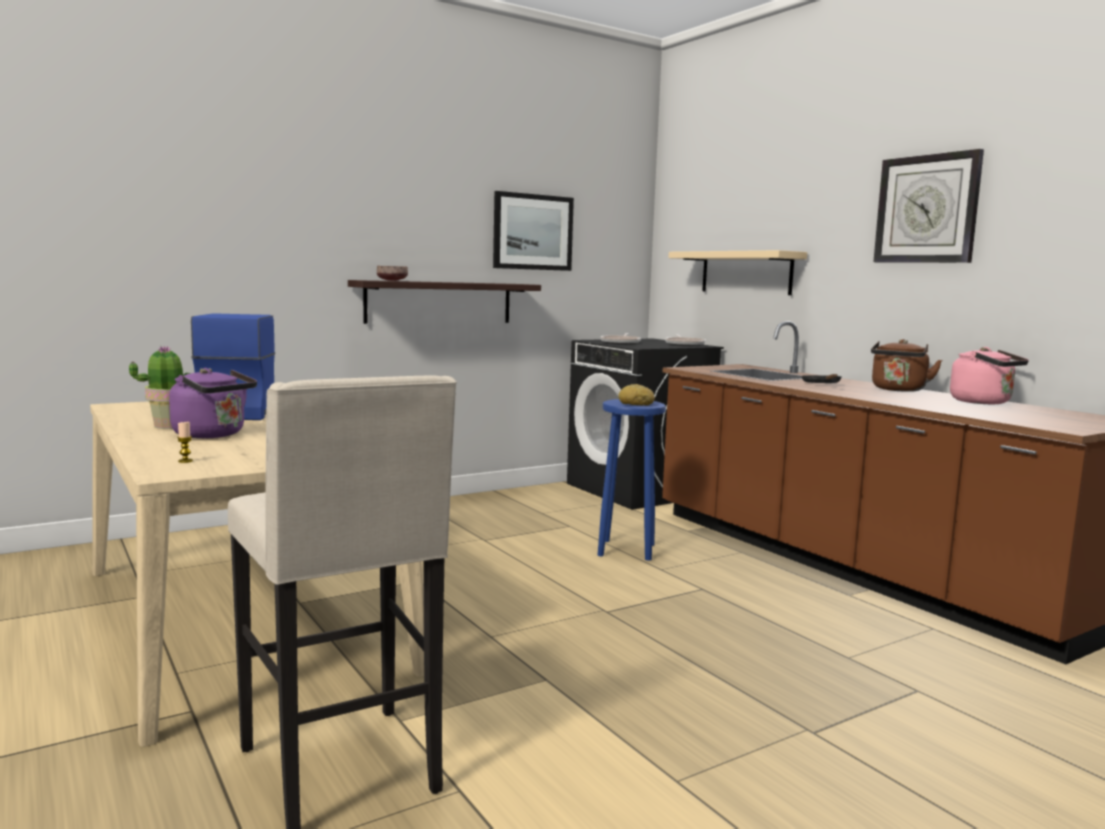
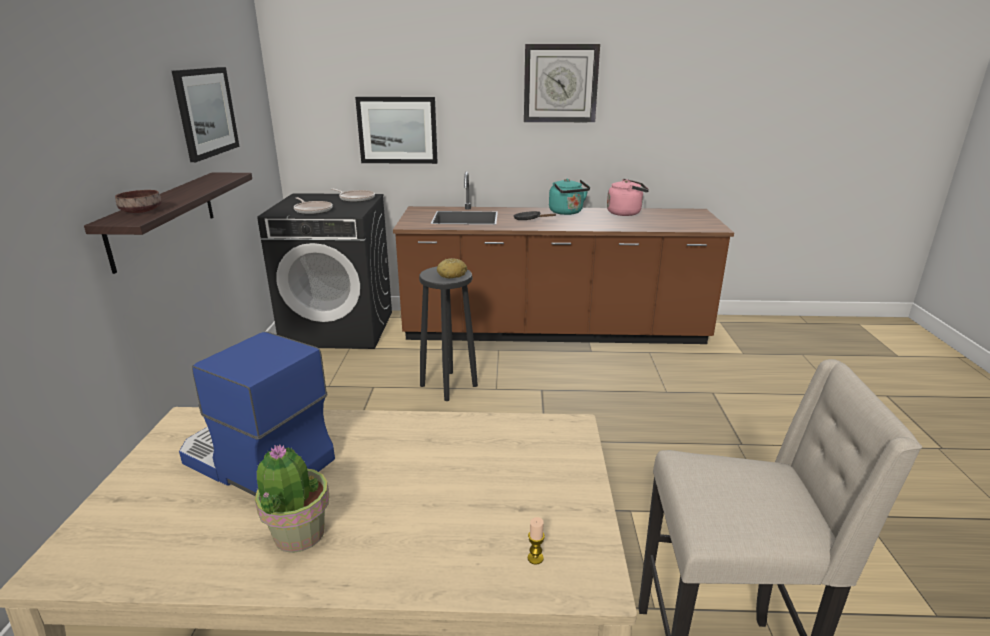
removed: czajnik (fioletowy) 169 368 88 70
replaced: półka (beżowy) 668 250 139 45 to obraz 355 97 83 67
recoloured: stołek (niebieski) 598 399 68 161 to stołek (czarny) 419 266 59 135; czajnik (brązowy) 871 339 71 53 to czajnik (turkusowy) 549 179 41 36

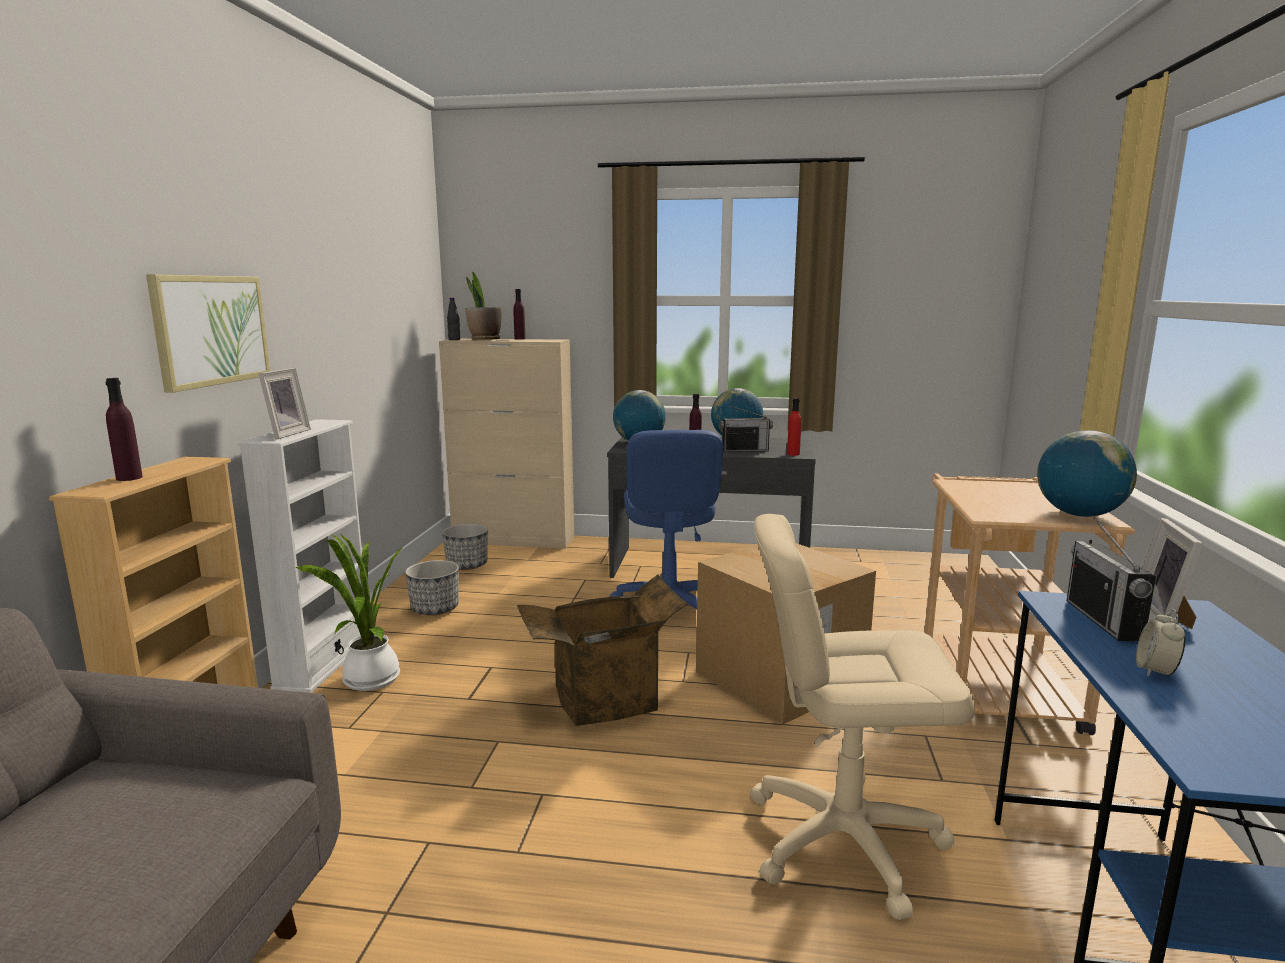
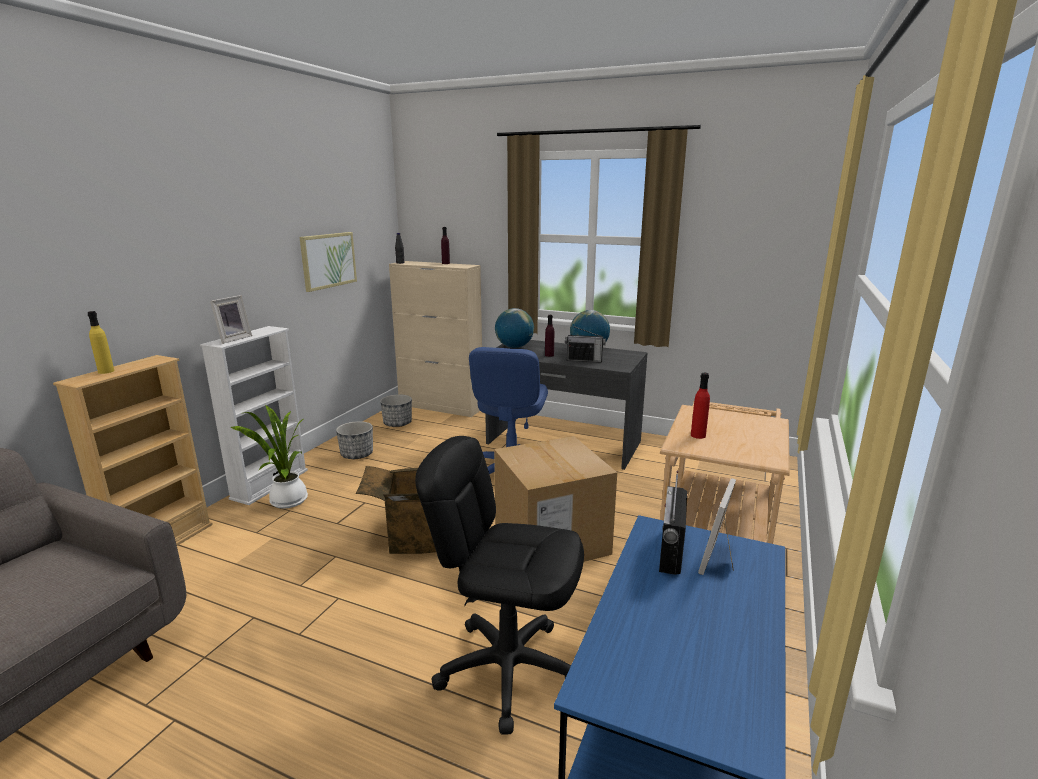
removed: roślina doniczkowa 465 272 37 68; globus 1037 430 100 87; budzik 1136 609 50 68
moved: obraz 146 274 124 119 to 300 232 57 60; butelka (czerwony) 787 398 14 58 to 691 373 19 66
recoloured: butelka (fioletowy) 105 378 38 103 to butelka (żółty) 88 311 26 63; krzesło biurowe (beżowy) 750 514 225 406 to krzesło biurowe (czarny) 415 436 169 299

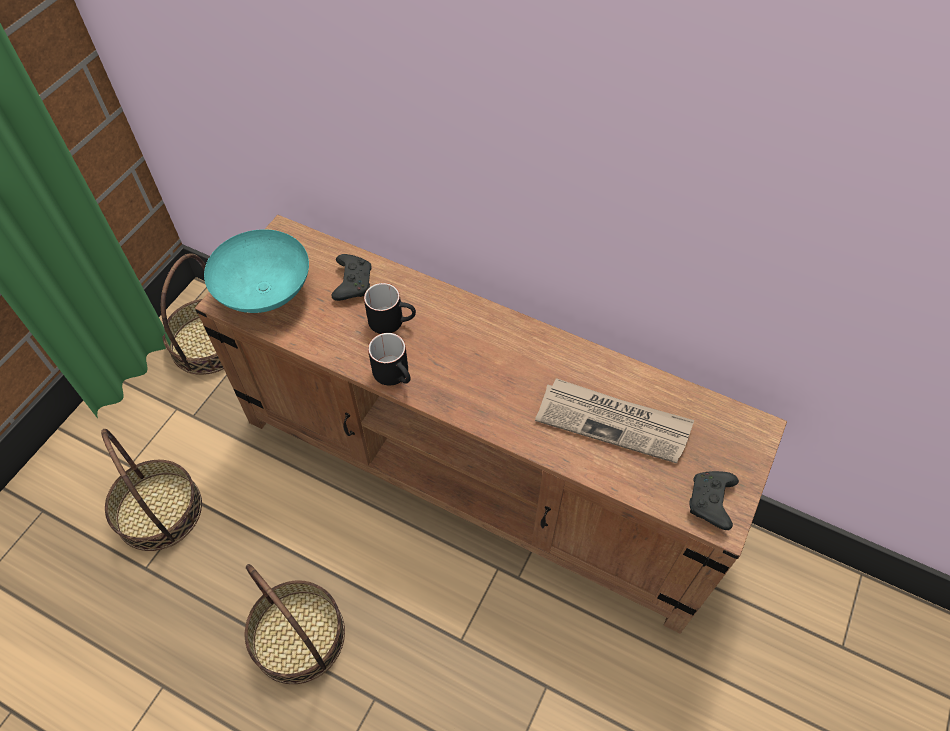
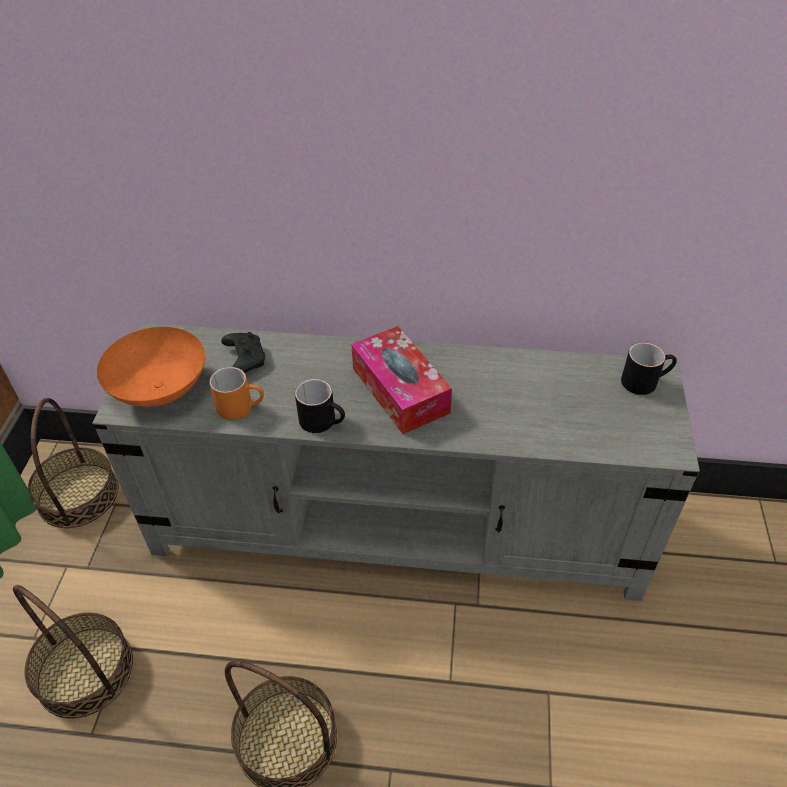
removed: gazeta 535 378 160 86; pad do gier (czarny) 689 471 50 59
added: kubek (pomarańczowy) 209 367 55 53; pudełko chusteczek 351 326 101 108
moved: kubek (czarny) 364 283 52 51 to 621 342 56 53
recoloured: szafka pod telewizor (brązowy) 195 215 592 418 to szafka pod telewizor (szary) 92 323 608 278; miska (turkusowy) 204 229 105 84 to miska (pomarańczowy) 97 327 108 80

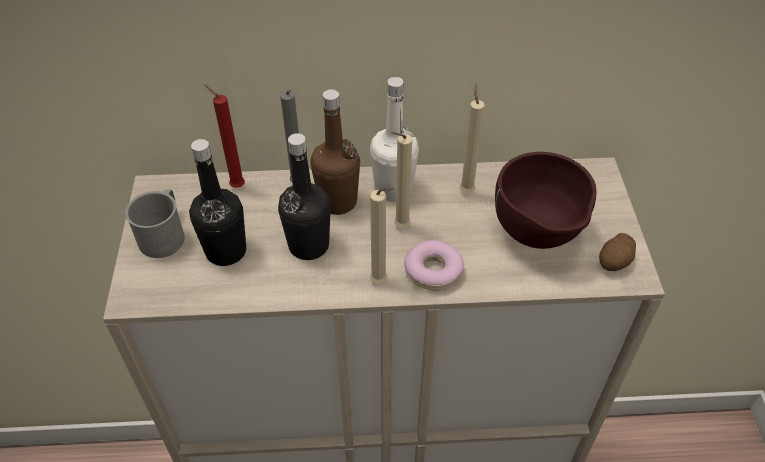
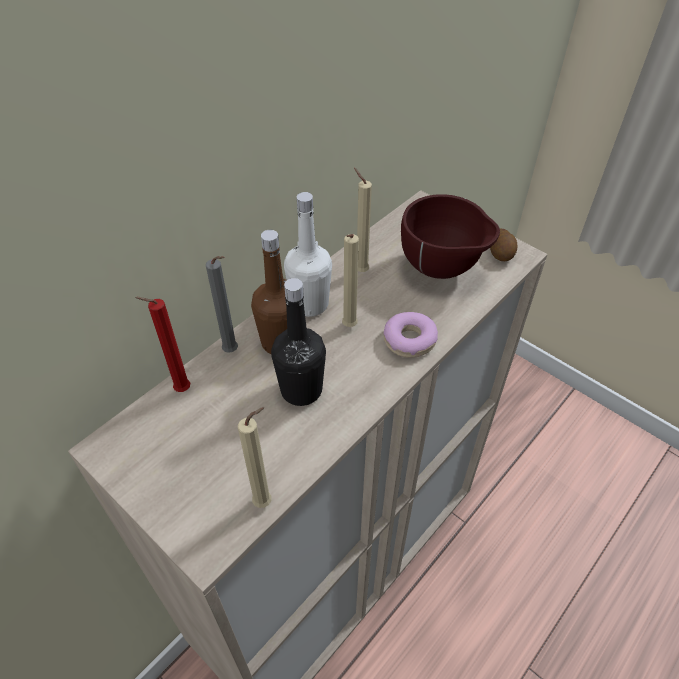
removed: kubek (szary) 125 189 60 69; butelka (czarny) 189 139 57 127
moved: świeca (beżowy) 370 187 24 97 to 238 407 34 101

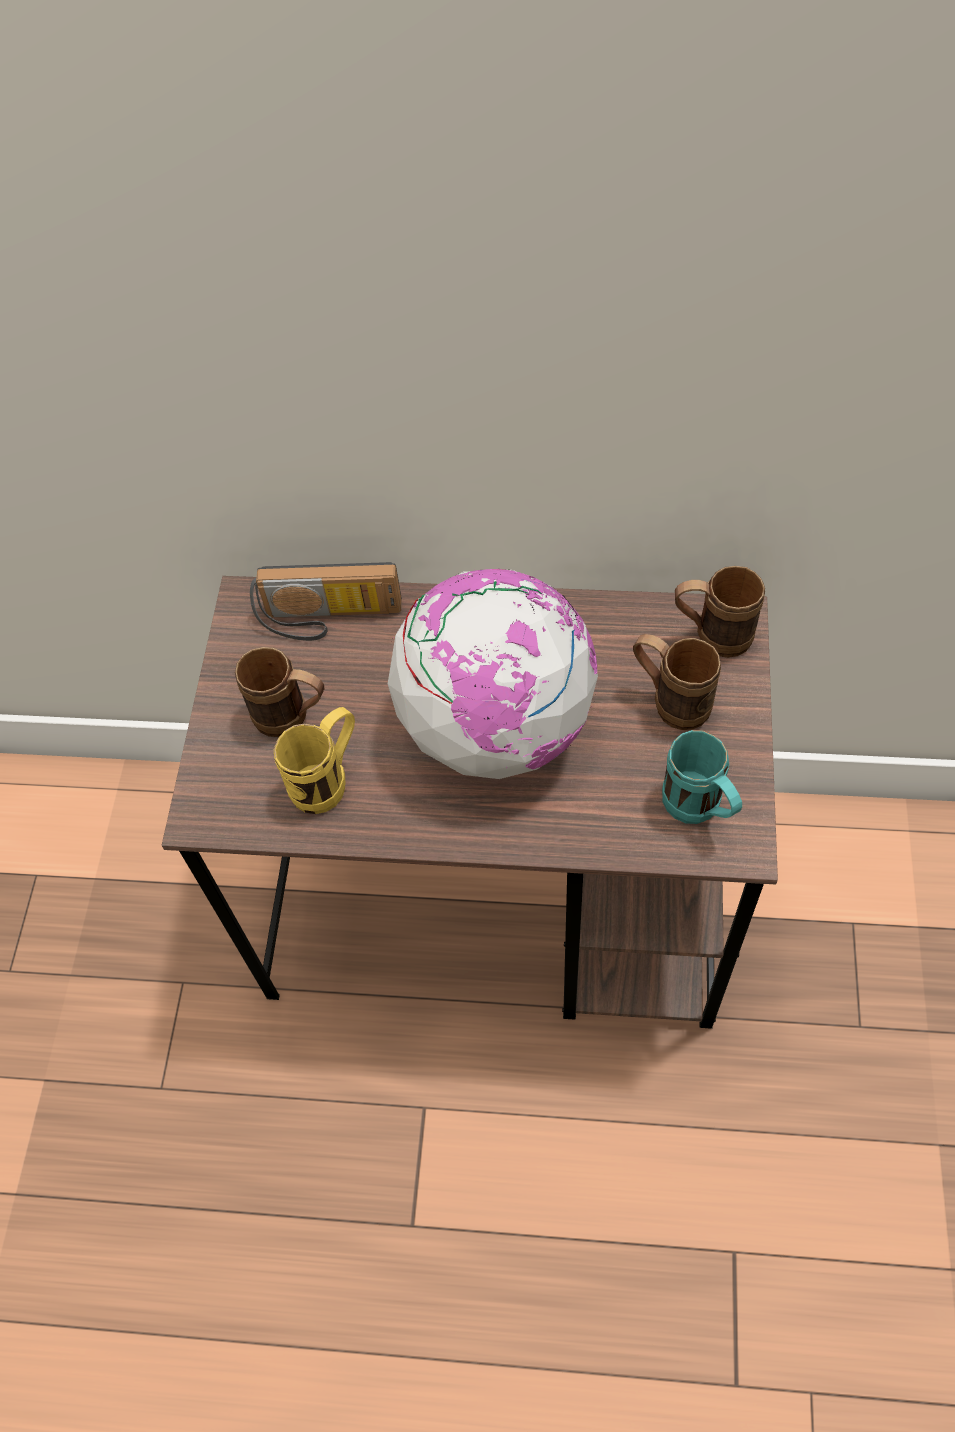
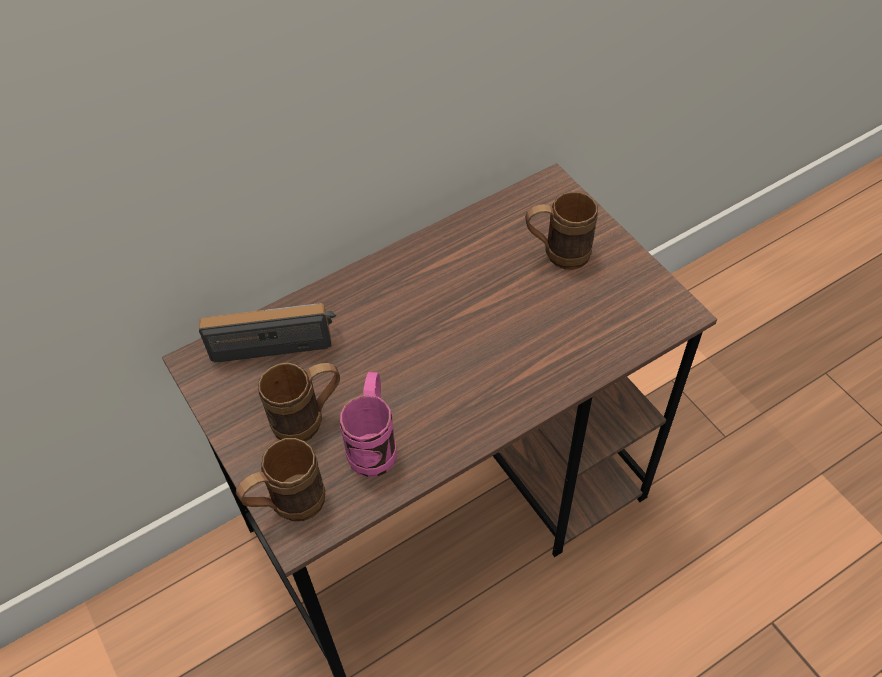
removed: globus 388 568 210 211; kubek (turkusowy) 662 730 80 94
moved: kubek (brązowy) 675 566 90 92 to 236 438 89 84
recoloured: kubek (żółty) 273 707 82 107 to kubek (różowy) 340 372 57 105
turned: radio 250 562 152 79 = 199 303 137 60 150 degrees counterclockwise

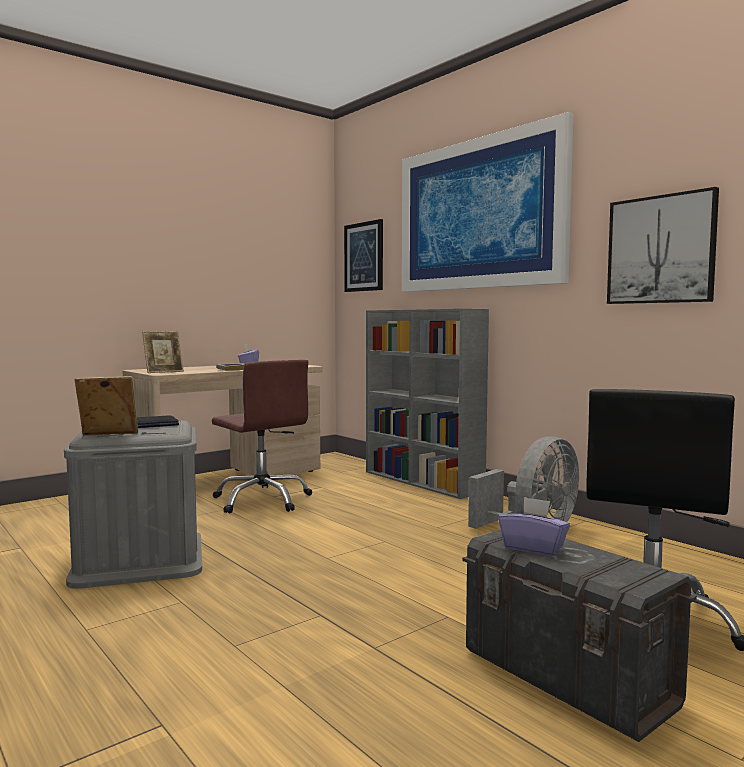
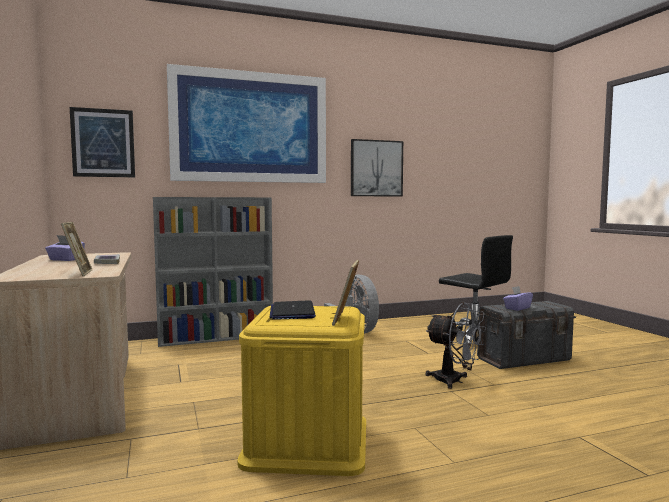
removed: krzesło biurowe (brązowy) 212 360 100 153
added: wentylator (szary) 426 302 60 87
recoloured: pojemnik do przechowywania (szary) 64 420 138 169 to pojemnik do przechowywania (żółty) 237 306 129 170

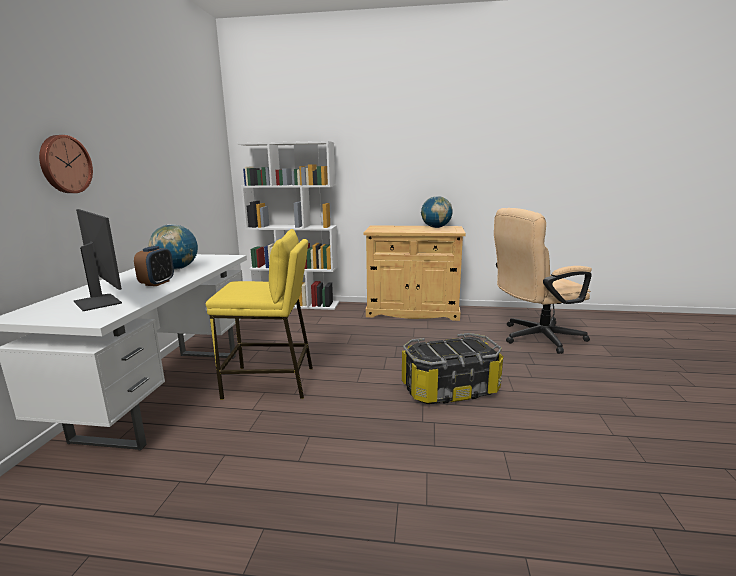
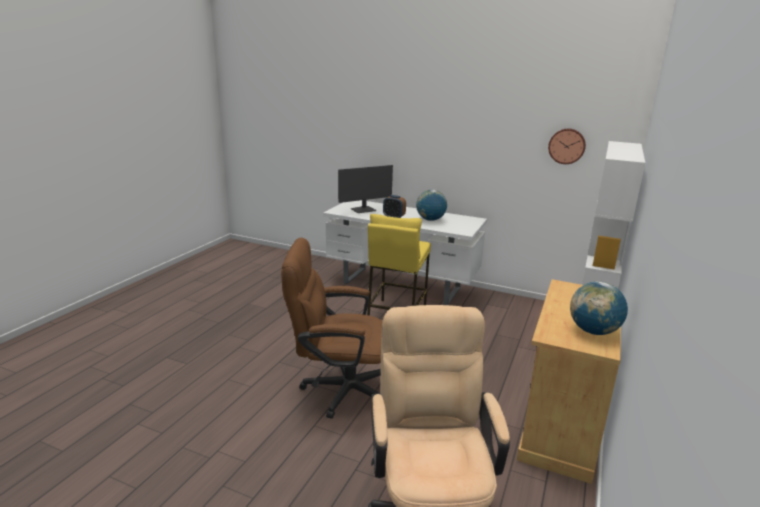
moved: zegar ścienny 39 135 54 58 to 548 129 38 35
replaced: pojemnik do przechowywania 402 333 101 71 to krzesło biurowe (brązowy) 281 238 102 181

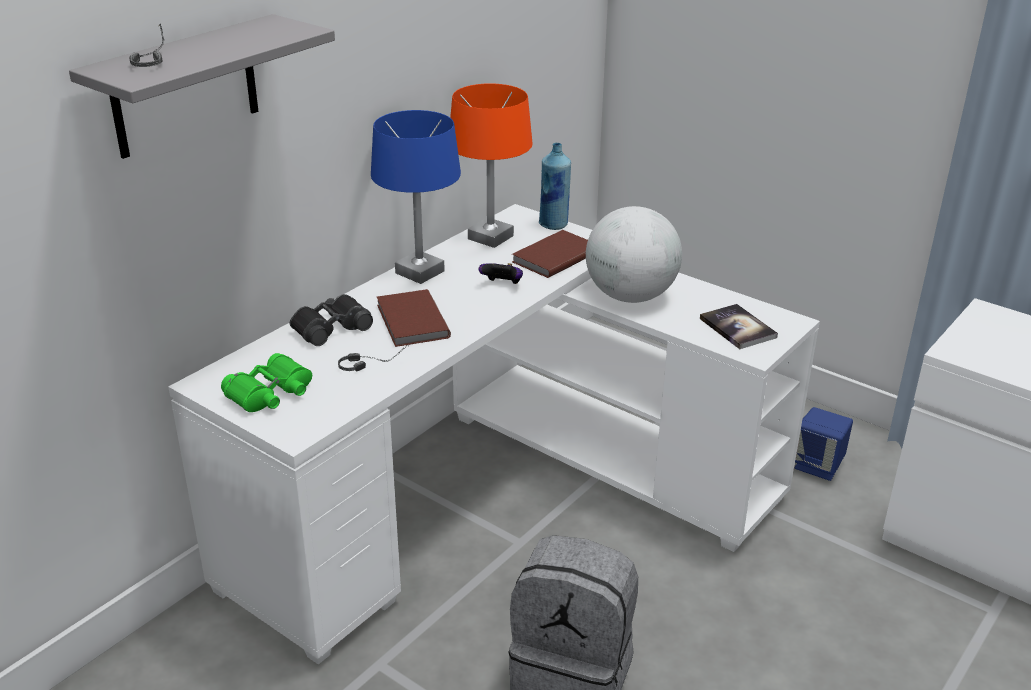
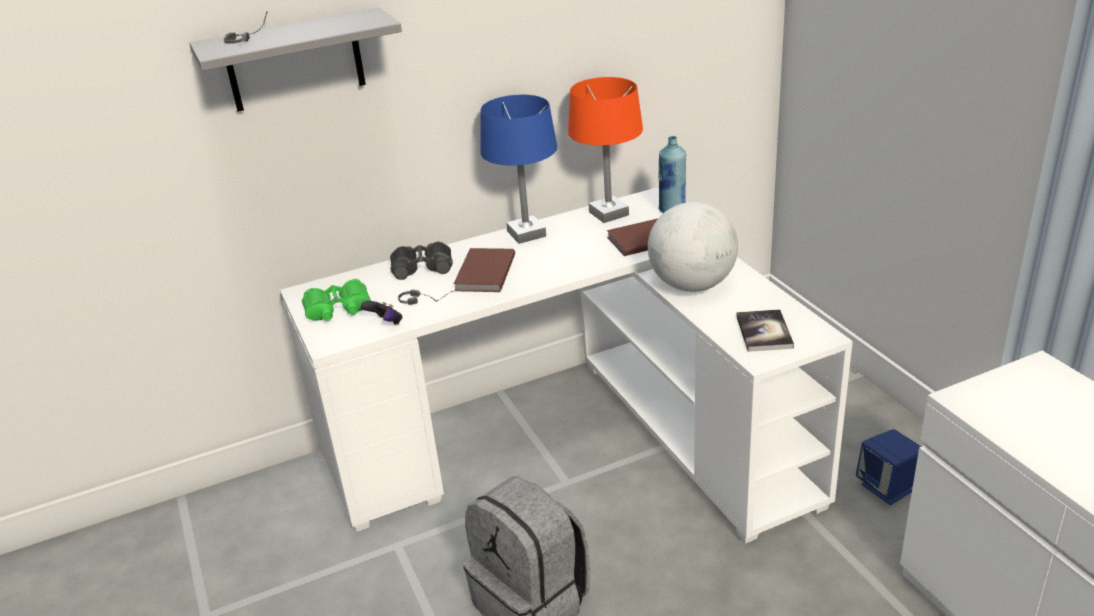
moved: pad do gier 479 263 44 21 to 361 301 41 24

